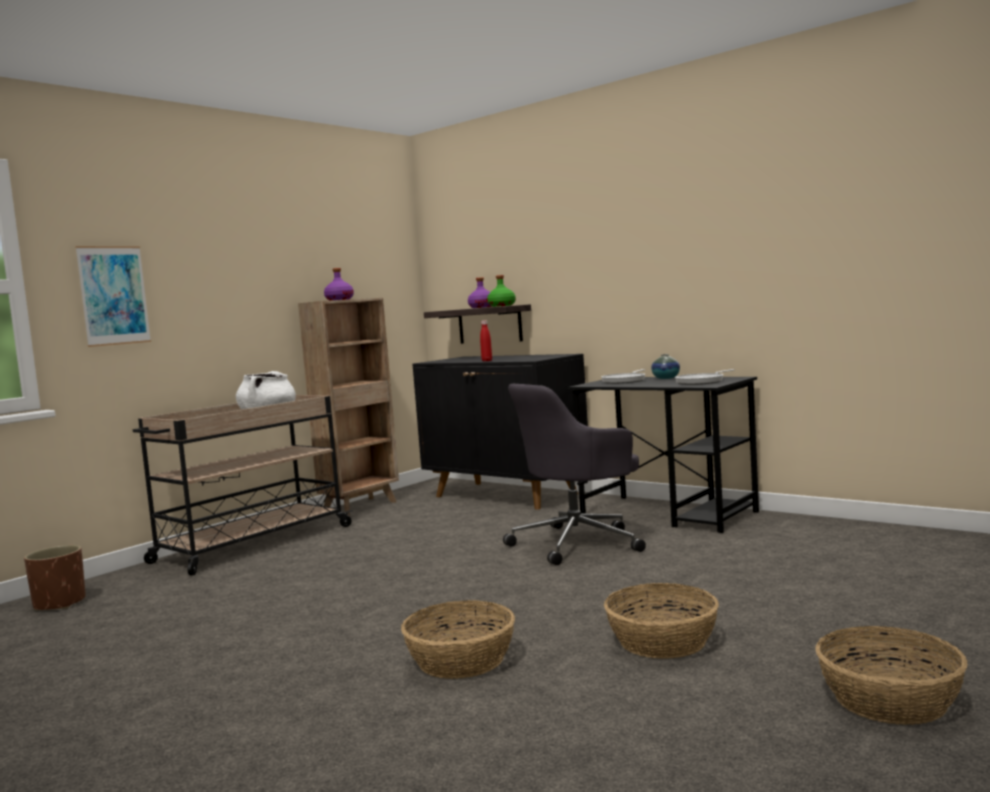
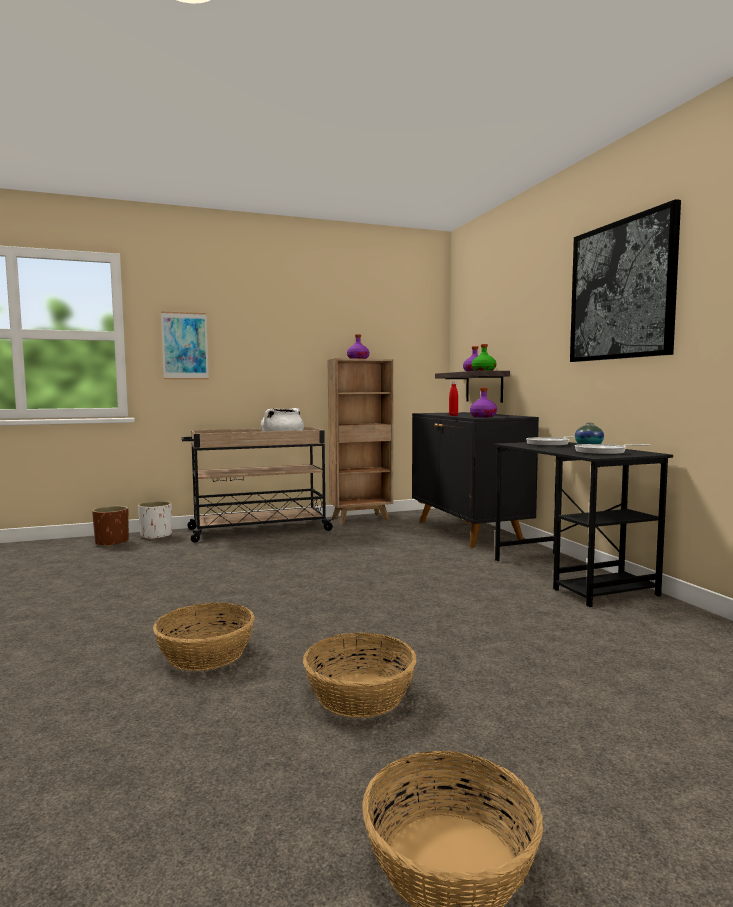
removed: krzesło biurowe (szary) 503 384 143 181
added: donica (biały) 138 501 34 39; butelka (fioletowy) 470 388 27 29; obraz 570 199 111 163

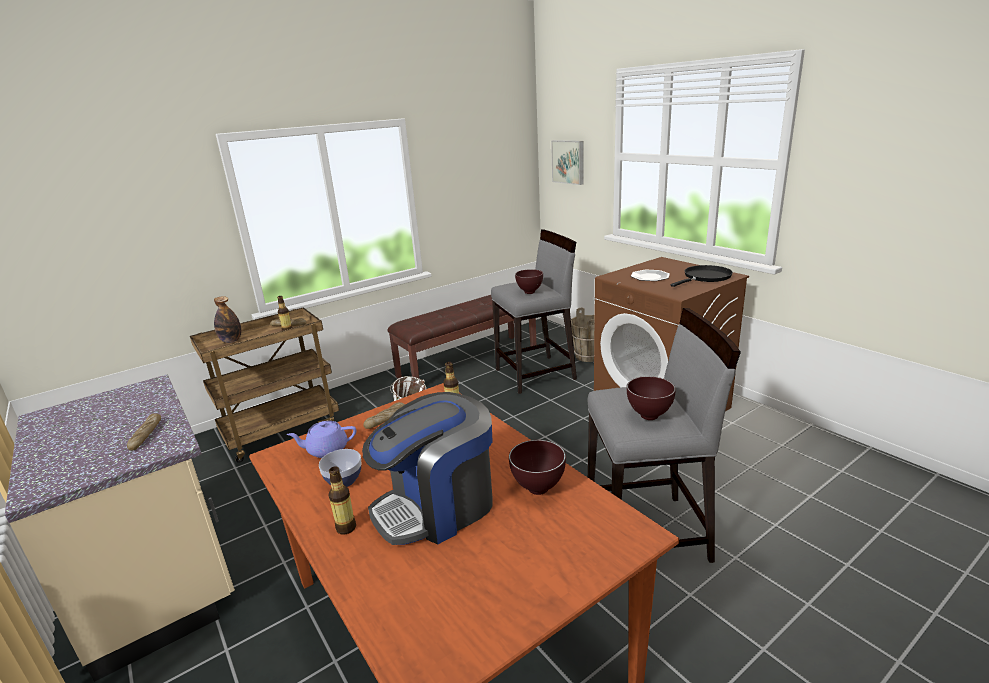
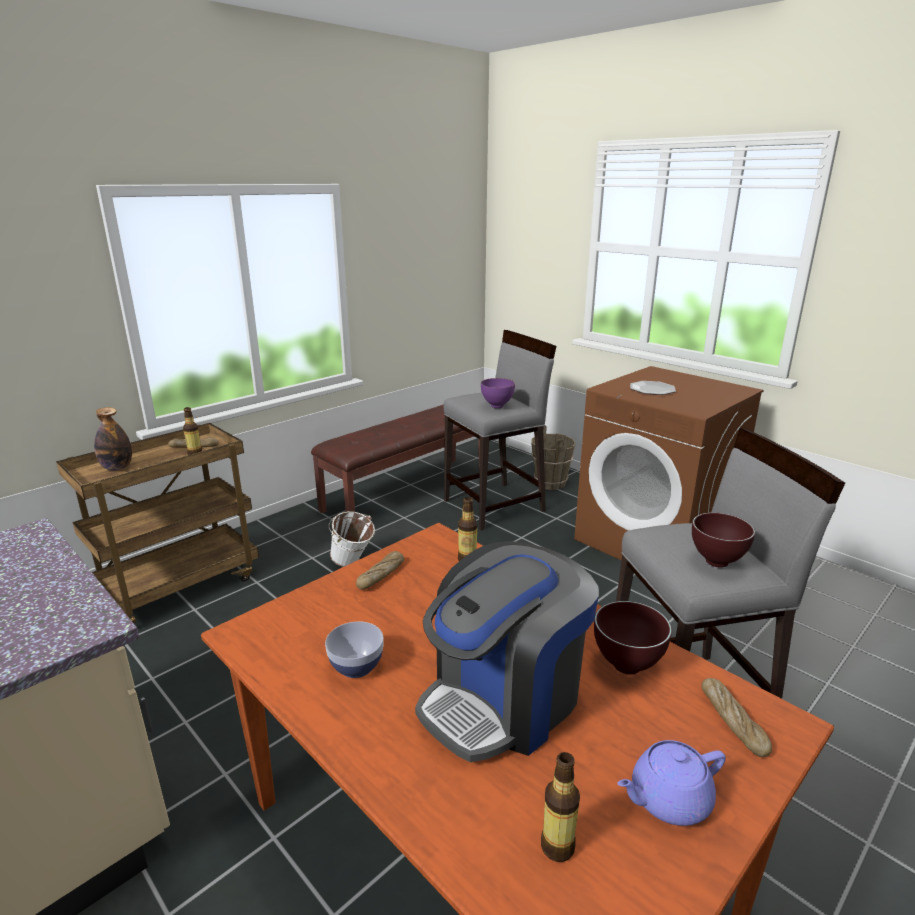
removed: obraz 551 140 33 45; patelnia (czarny) 671 265 62 22
moved: butelka 329 467 27 68 to 541 752 39 110; imbryk (fioletowy) 287 421 69 37 to 617 740 109 86; chleb 127 414 34 37 to 702 678 70 79
recoloured: miska (brązowy) 515 269 28 25 to miska (fioletowy) 481 378 34 30

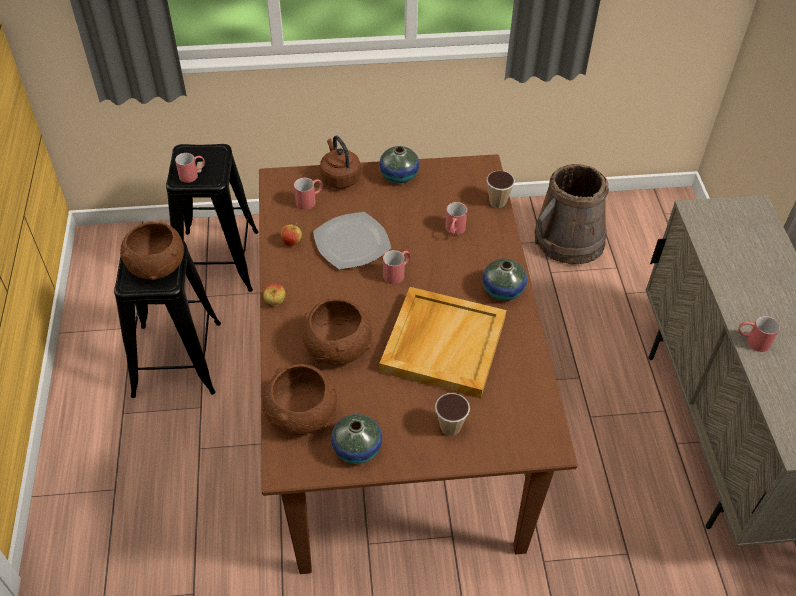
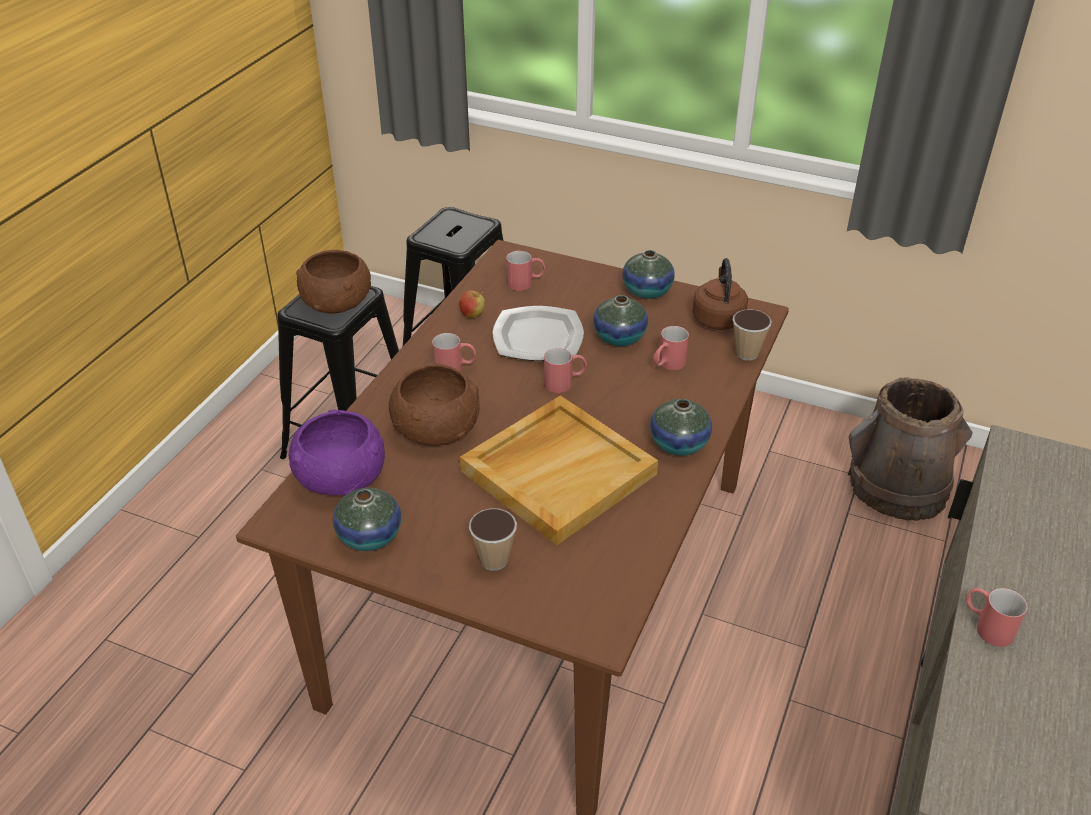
removed: jabłko 263 283 22 22
added: wazon 593 295 55 51
moved: kubek (czerwony) 175 153 30 30 to 432 333 44 39; czajnik (brązowy) 320 136 41 52 to 692 258 56 72
recoloured: miska (brązowy) 262 364 75 71 to miska (fioletowy) 289 409 96 87

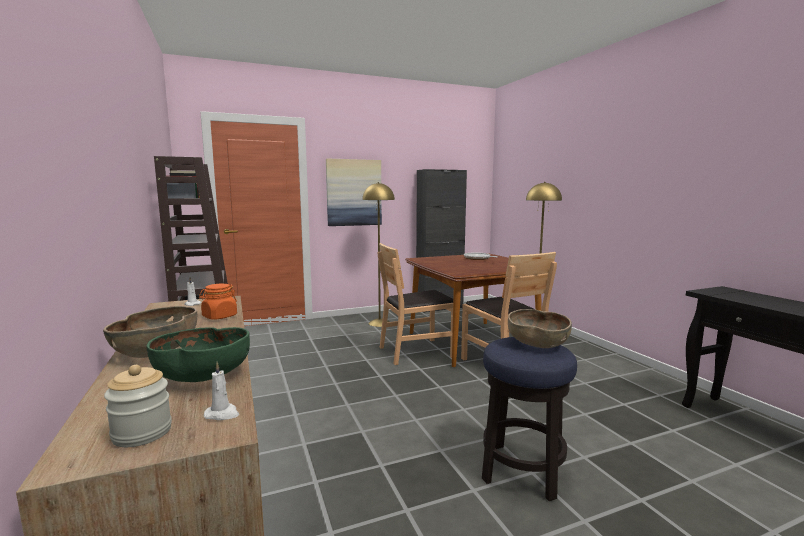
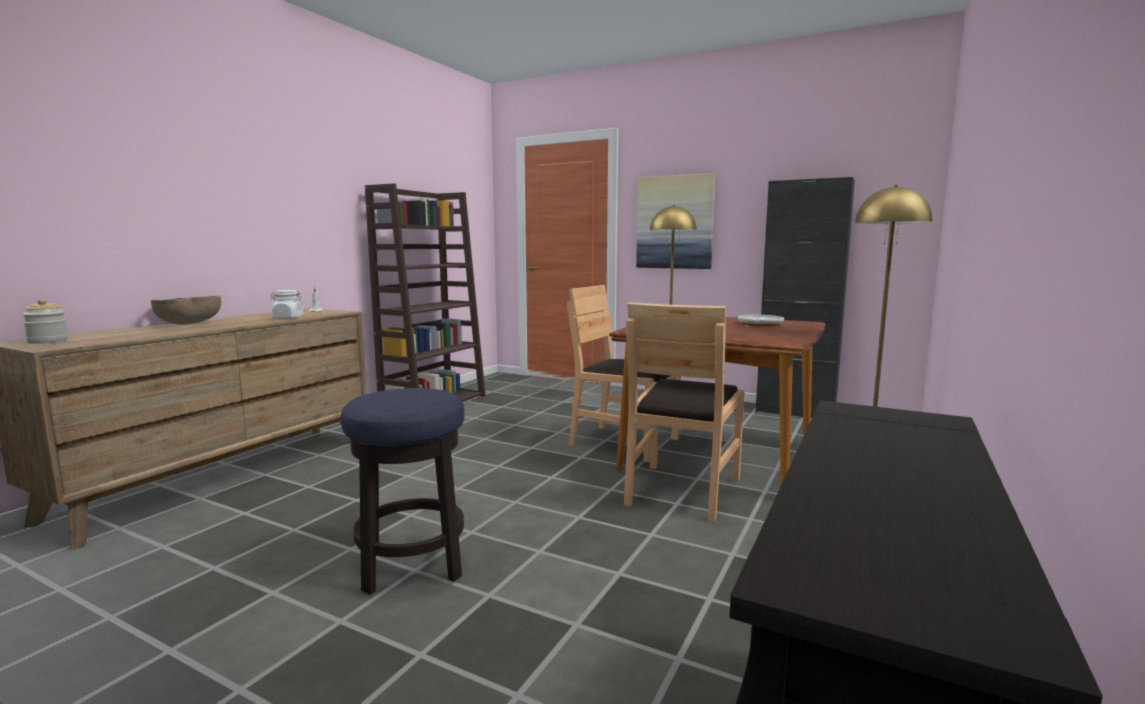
removed: miska (zielony) 146 327 104 55; świeca (biały) 204 362 35 58; miska (brązowy) 508 309 64 39
recoloured: słoik (pomarańczowy) 199 284 38 36 to słoik (biały) 270 290 34 29

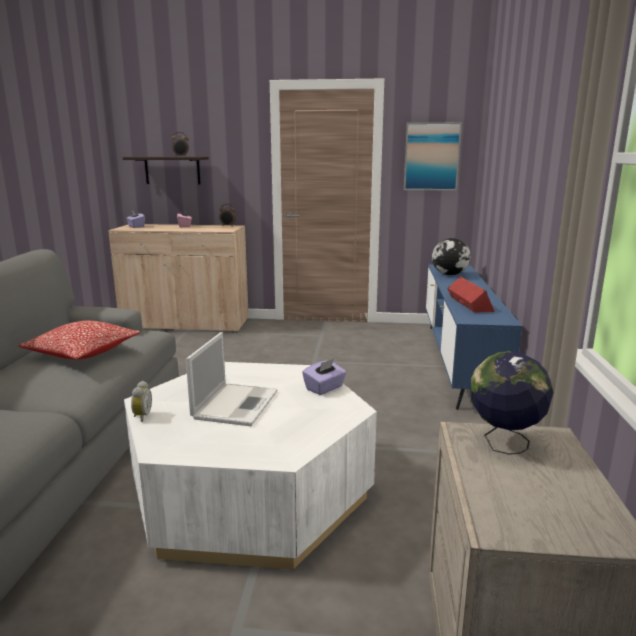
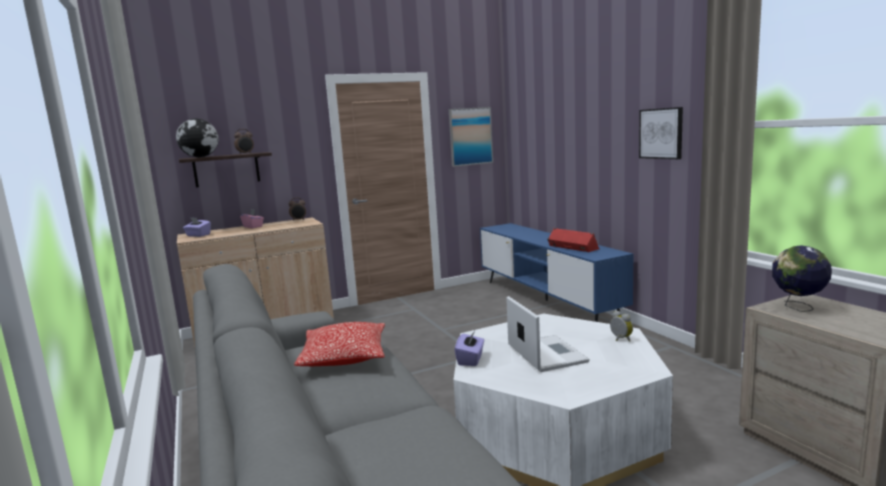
added: obraz 639 107 44 52
moved: globus 432 238 39 37 to 176 118 43 39; pudełko chusteczek (fioletowy) 302 359 45 36 to 455 331 29 35; budzik 131 381 21 41 to 610 311 23 31

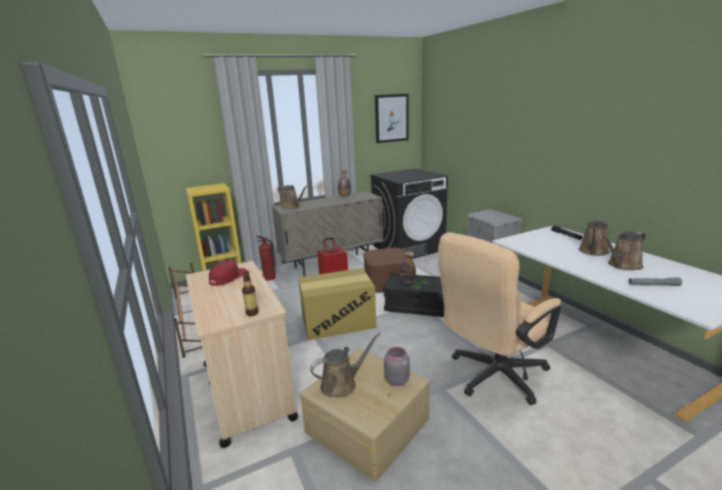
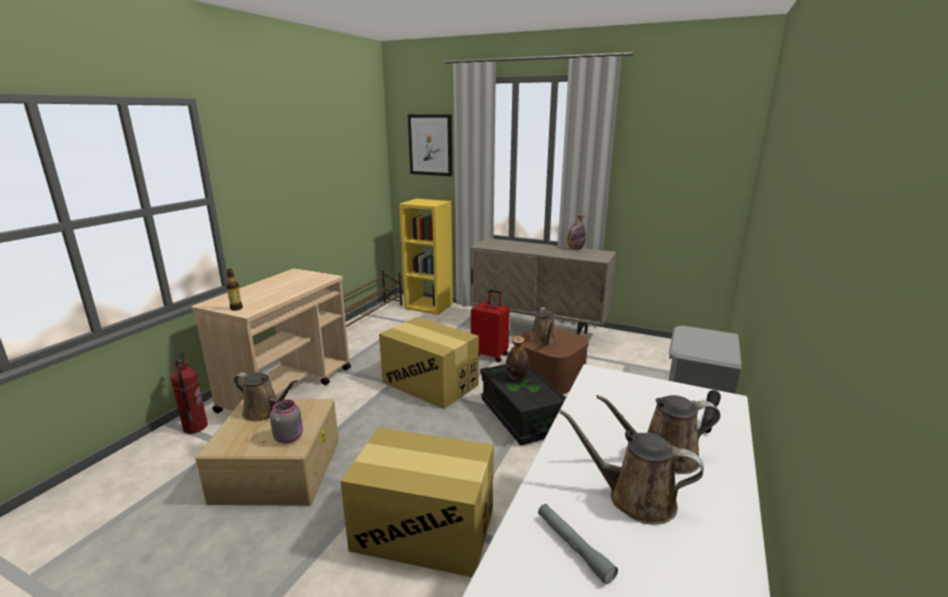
removed: czapka z daszkiem (czerwony) 209 260 40 26; pralka (czarny) 370 168 78 91
moved: gaśnica 257 236 19 45 to 171 352 37 82; obraz 375 94 34 49 to 408 114 45 62; konewka (brązowy) 278 185 29 24 to 530 307 28 39
replaced: krzesło biurowe (beżowy) 438 232 123 173 to karton 340 428 154 149

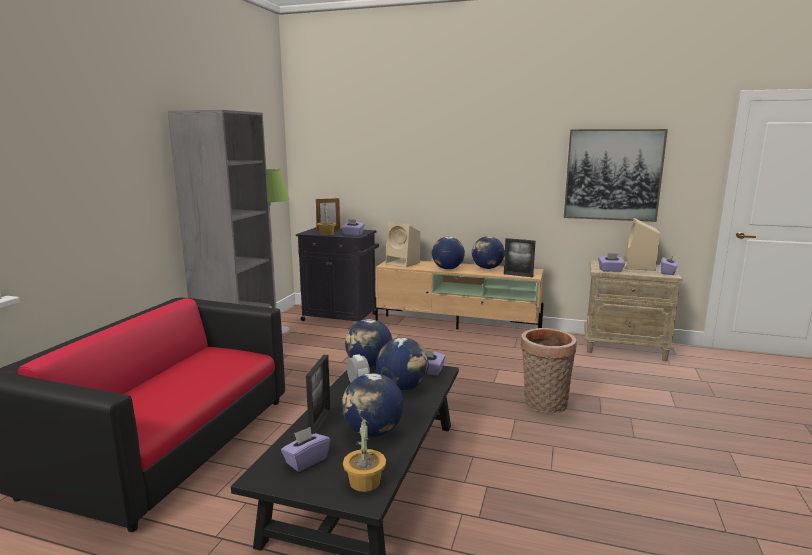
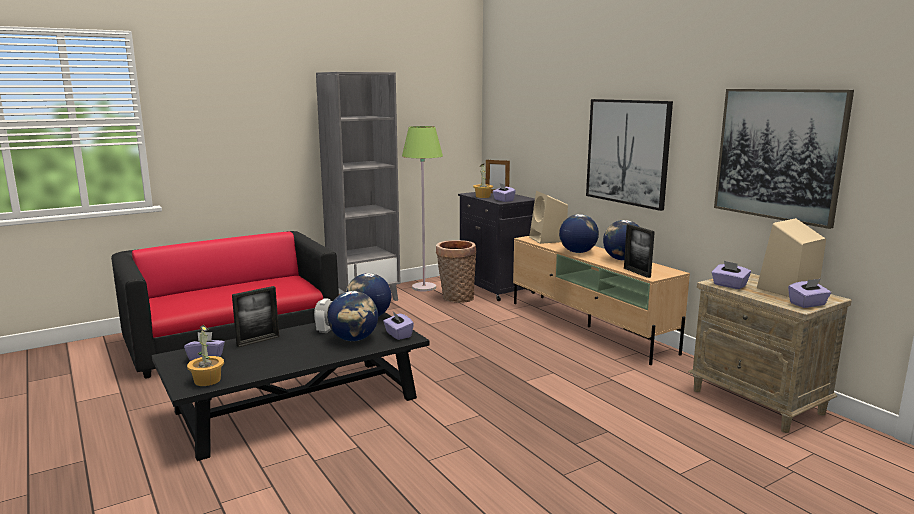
removed: globus 342 373 62 64
added: obraz 586 99 87 112
moved: koszyk 521 328 56 85 to 436 240 40 63

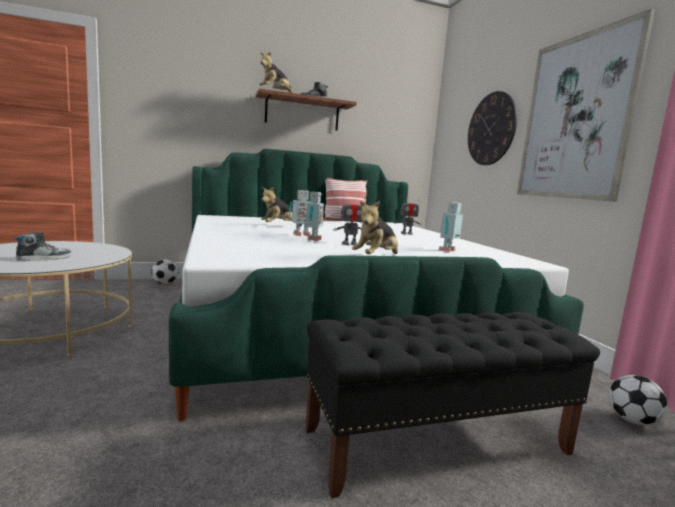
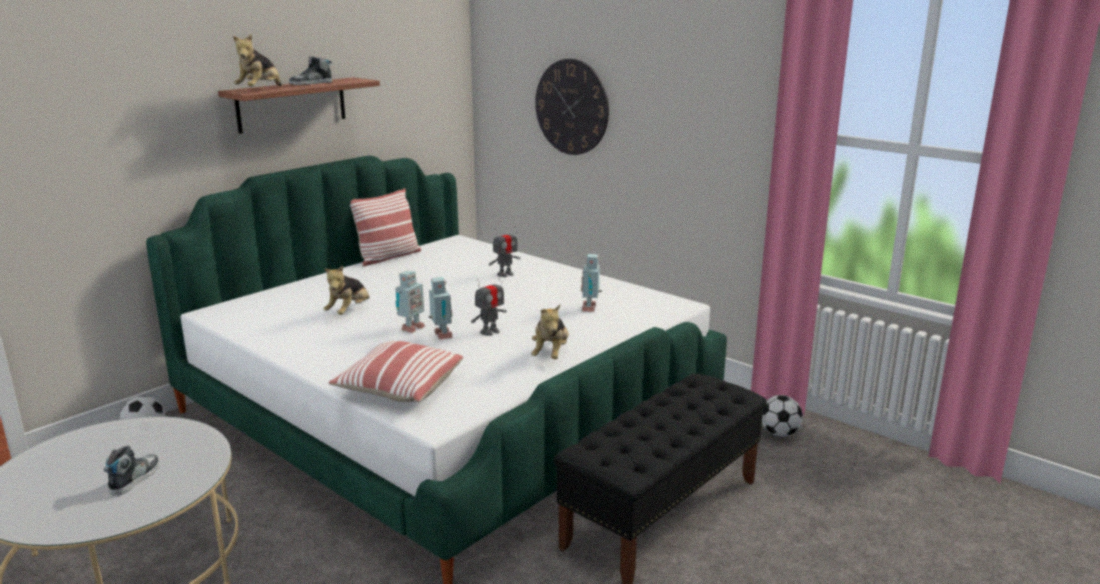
removed: obraz 517 9 138 193
added: poduszka 329 341 134 61

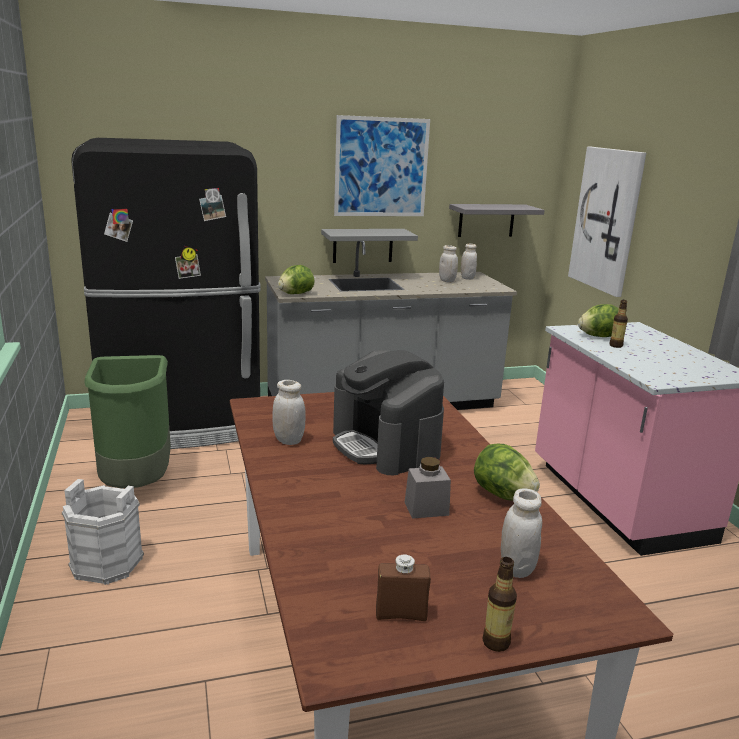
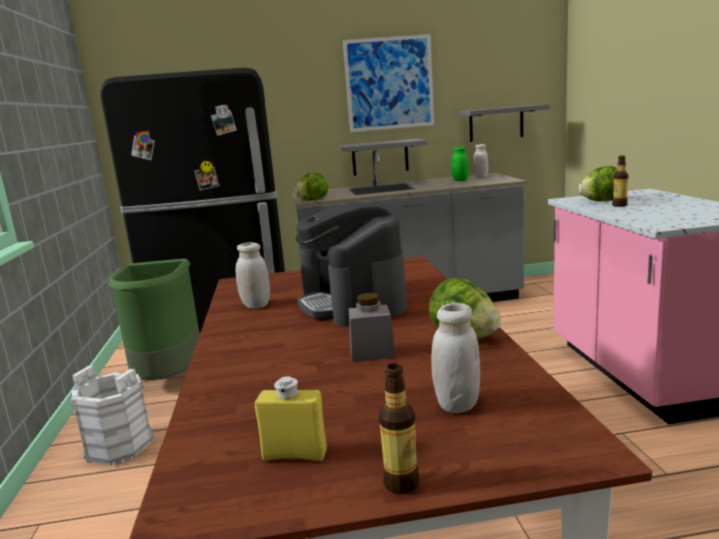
removed: obraz 568 147 78 150
recoloured: butelka (brązowy) 376 554 55 67 to butelka (żółty) 255 376 72 85; słoik (biały) 439 245 19 37 to słoik (zielony) 451 147 18 34

